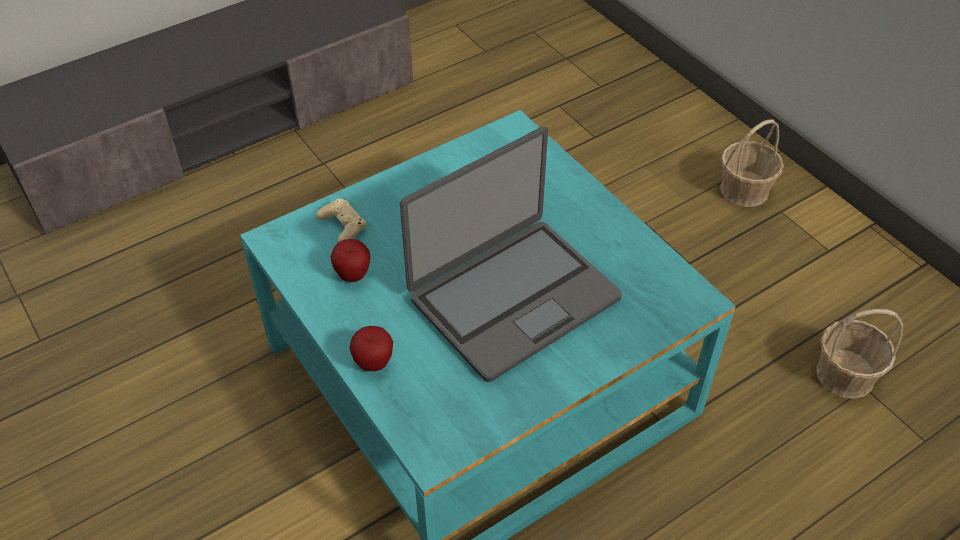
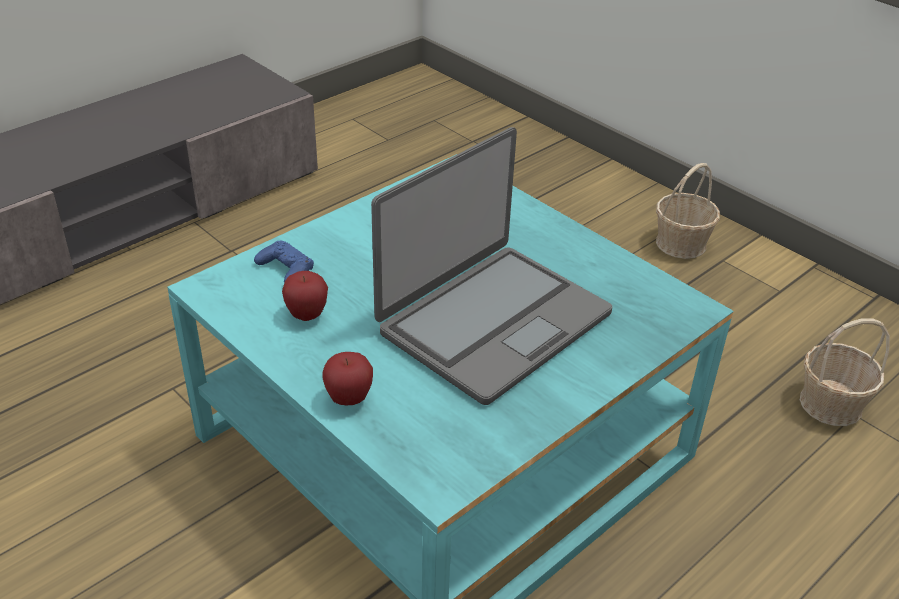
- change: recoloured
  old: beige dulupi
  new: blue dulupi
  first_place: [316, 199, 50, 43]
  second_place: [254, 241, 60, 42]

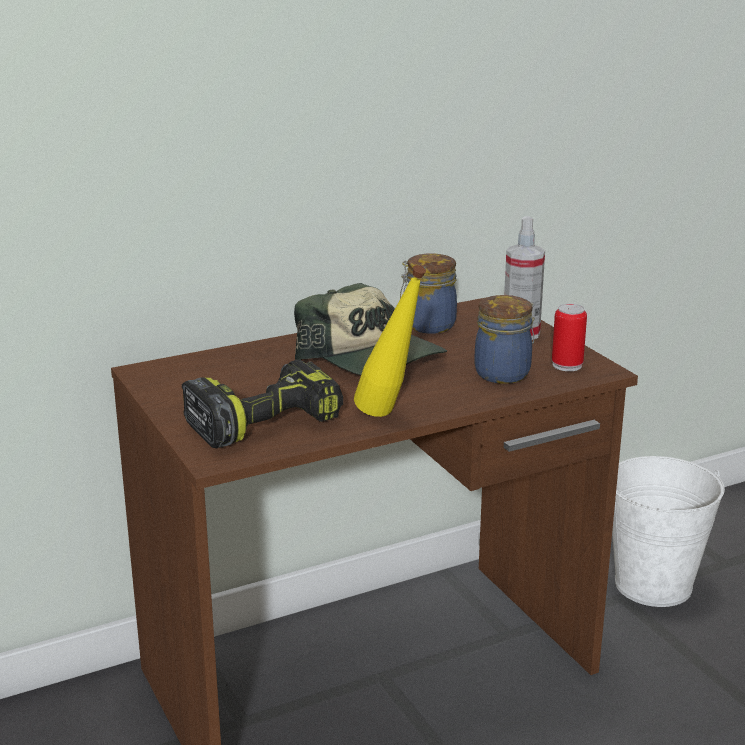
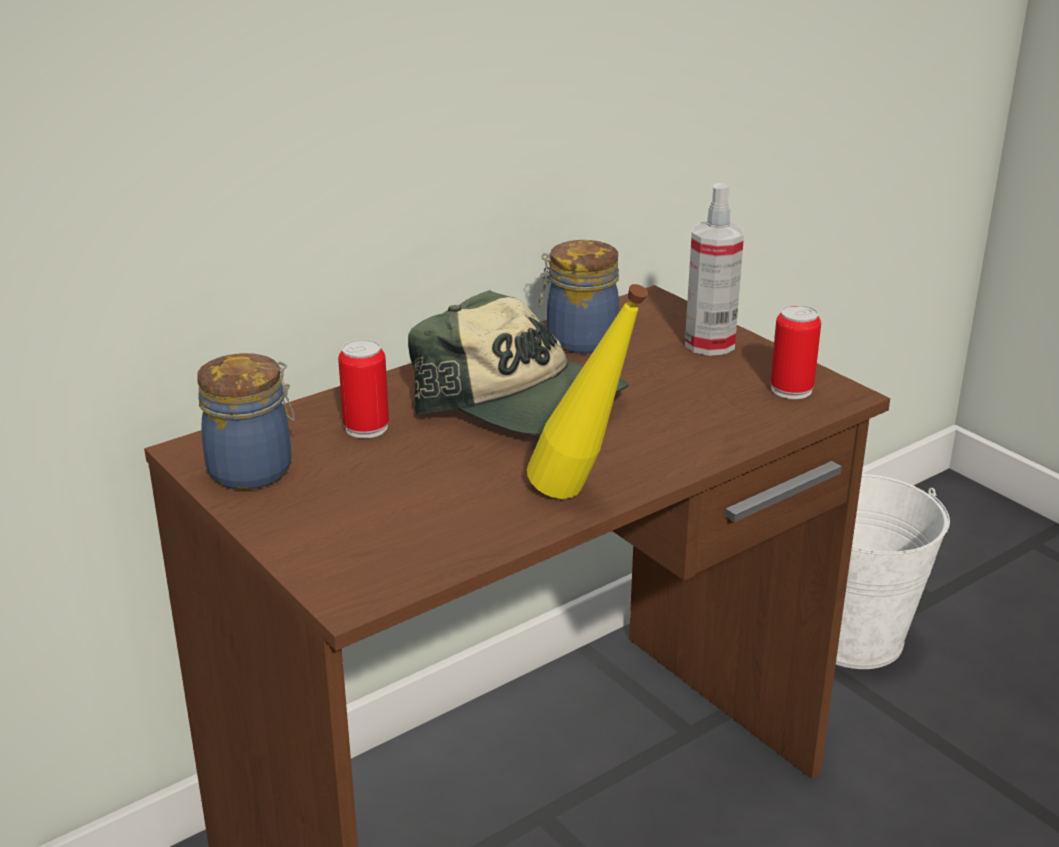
- change: removed
  old: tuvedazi
  first_place: [182, 360, 161, 88]
- change: moved
  old: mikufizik
  first_place: [474, 295, 61, 89]
  second_place: [197, 353, 98, 137]
- change: added
  new: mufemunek
  second_place: [338, 339, 51, 99]

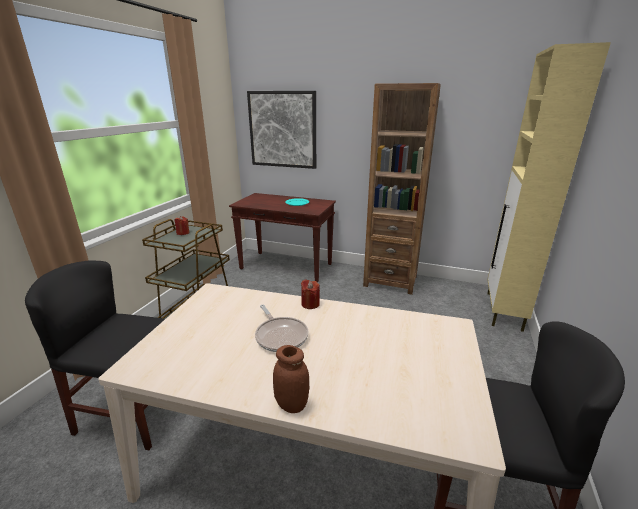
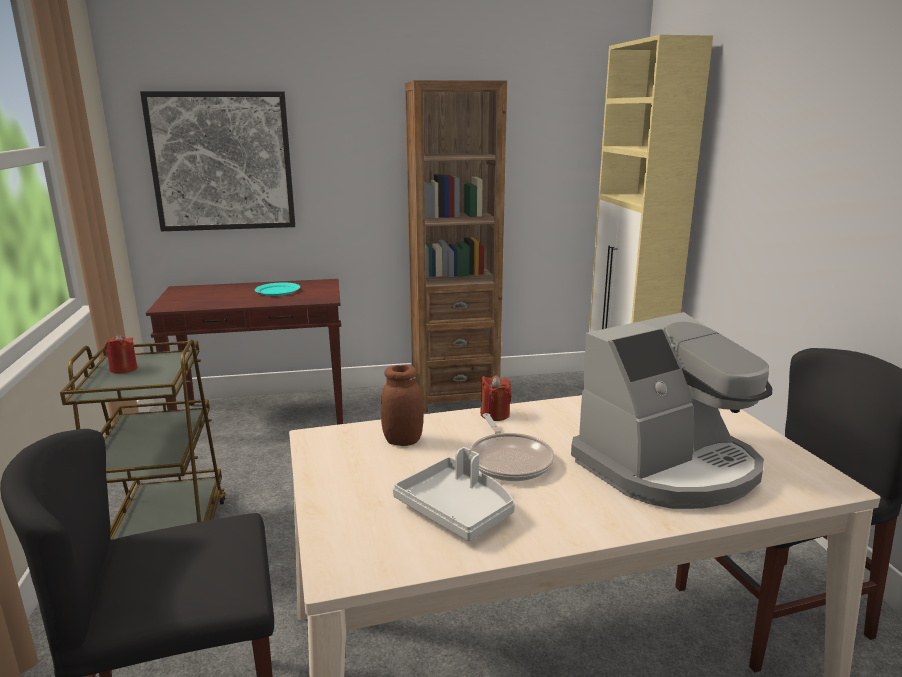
- change: turned
  old: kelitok
  first_place: [255, 305, 53, 47]
  second_place: [470, 413, 85, 68]
  degrees: 45
- change: moved
  old: brown mikufizik
  first_place: [273, 345, 36, 68]
  second_place: [381, 365, 43, 81]
- change: added
  new: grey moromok
  second_place: [393, 447, 122, 94]
- change: added
  new: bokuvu
  second_place: [571, 312, 201, 197]

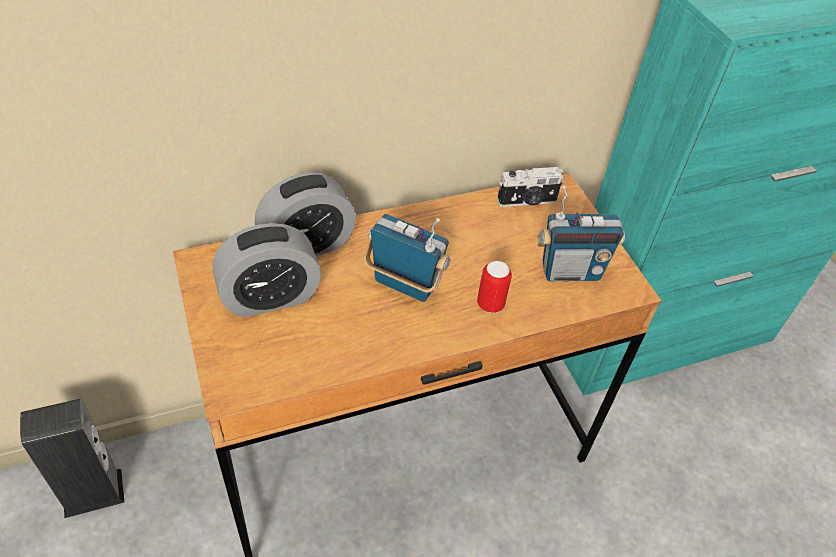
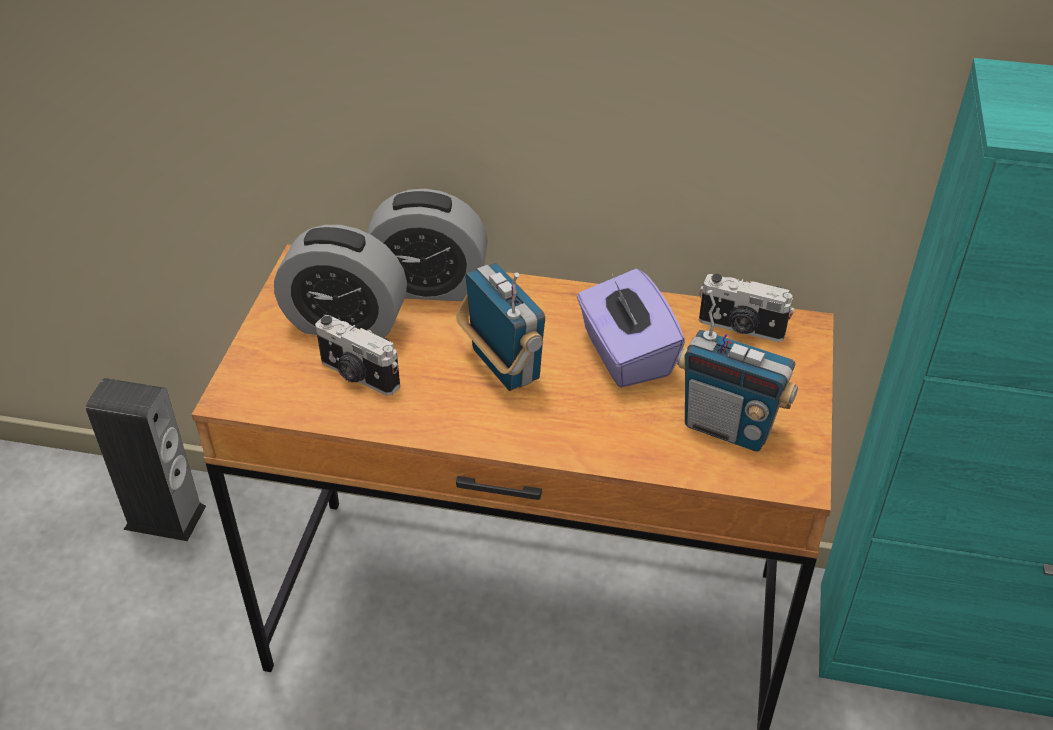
- change: removed
  old: mufemunek
  first_place: [477, 261, 35, 52]
- change: added
  new: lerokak
  second_place: [315, 315, 85, 81]
- change: added
  new: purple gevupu
  second_place: [577, 269, 108, 119]

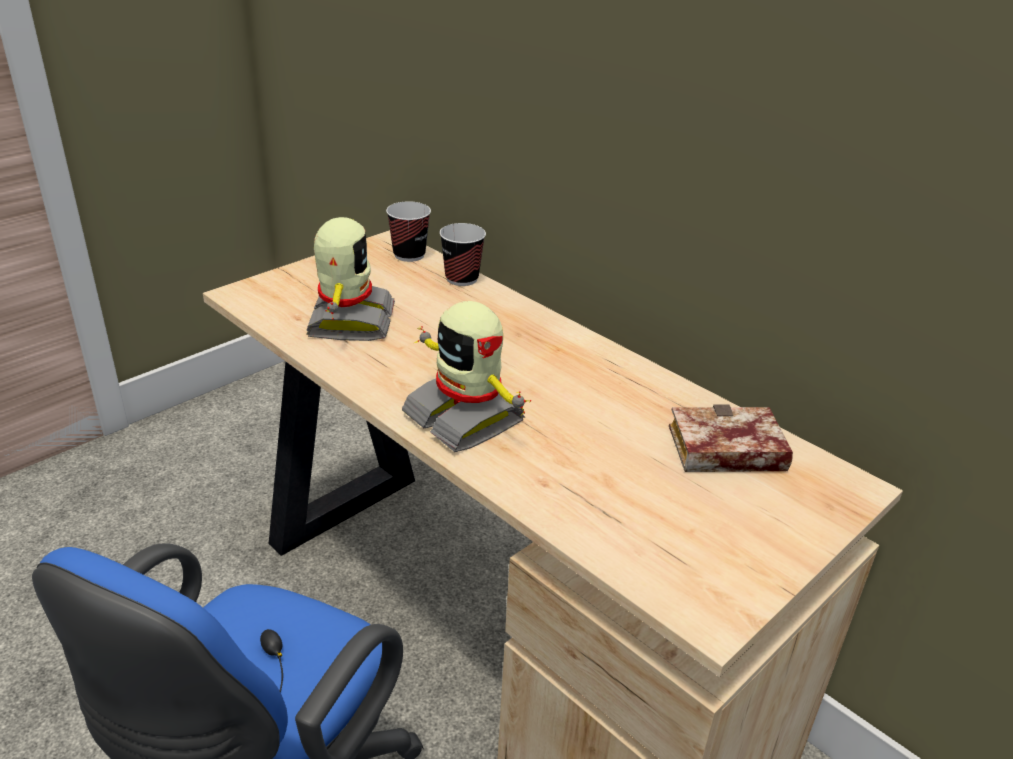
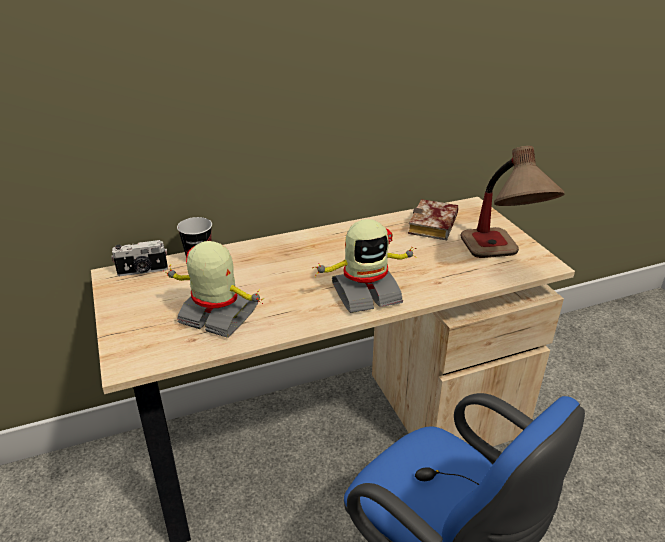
- change: replaced
  old: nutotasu
  new: lerokak
  first_place: [386, 201, 45, 61]
  second_place: [111, 240, 57, 36]
- change: added
  new: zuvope
  second_place: [460, 146, 104, 112]

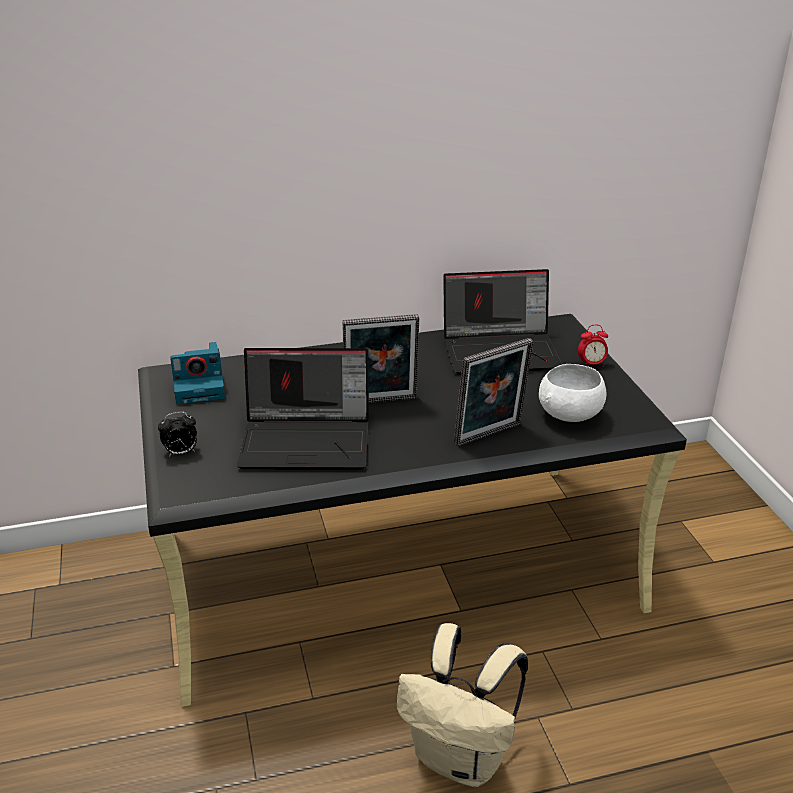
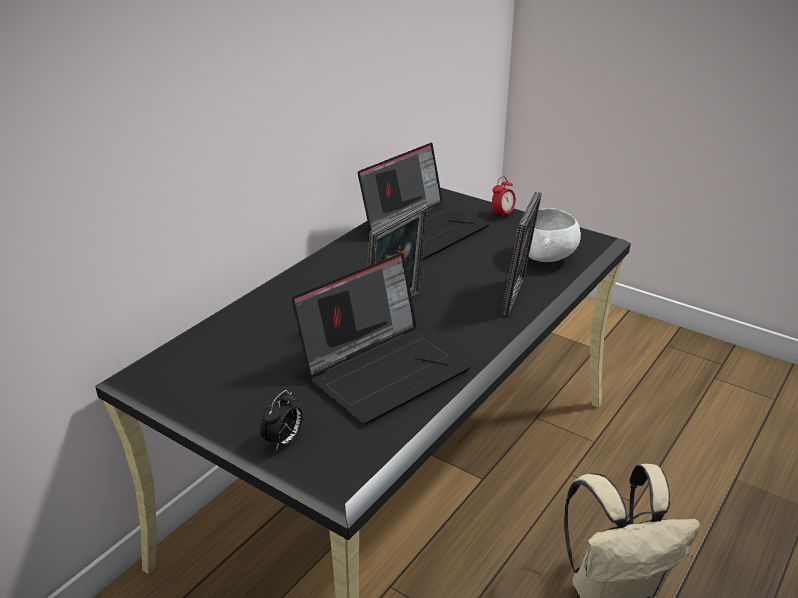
- change: removed
  old: lerokak
  first_place: [170, 342, 55, 62]

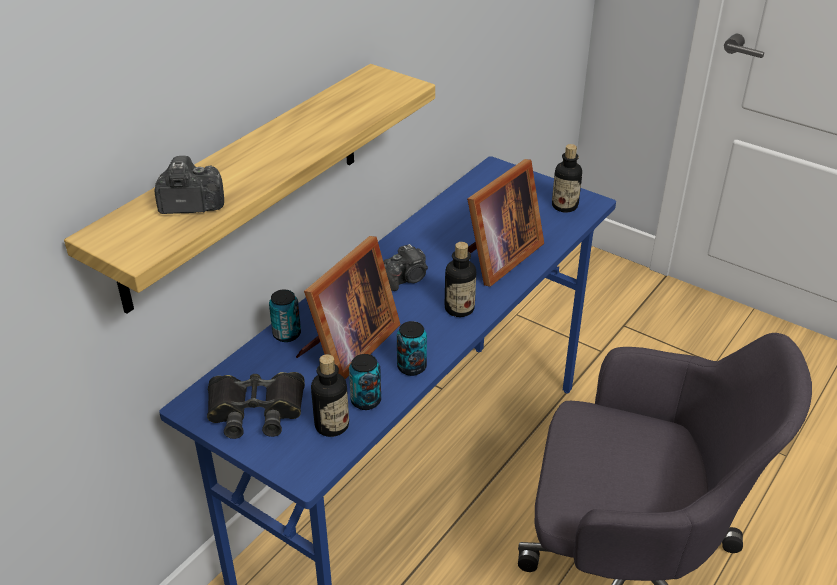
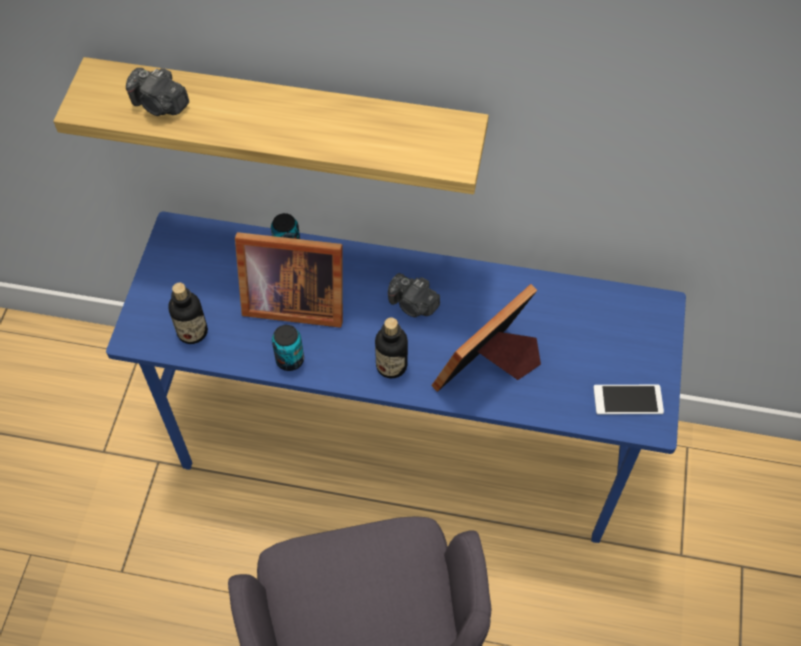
- change: turned
  old: lerokak
  first_place: [154, 156, 70, 58]
  second_place: [126, 68, 63, 48]
  degrees: 150
- change: removed
  old: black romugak
  first_place: [207, 372, 98, 67]
- change: removed
  old: mufemunek
  first_place: [349, 354, 32, 56]
- change: turned
  old: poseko
  first_place: [452, 159, 92, 128]
  second_place: [431, 284, 110, 108]
  degrees: 120
- change: replaced
  old: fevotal
  new: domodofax
  first_place: [552, 144, 30, 68]
  second_place: [593, 385, 71, 30]

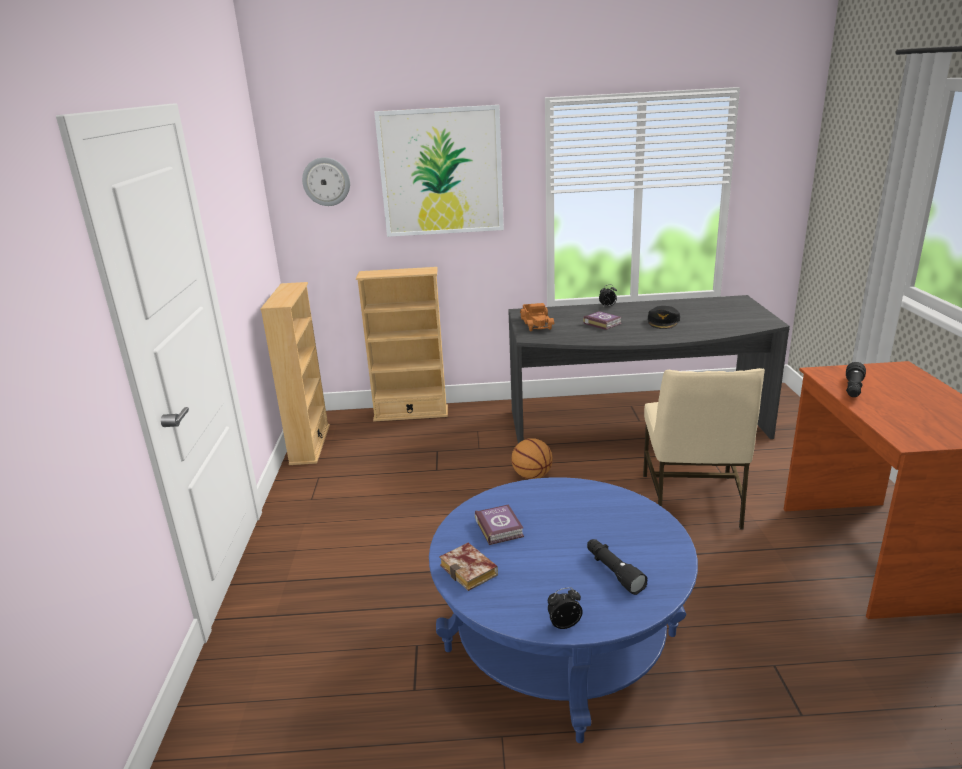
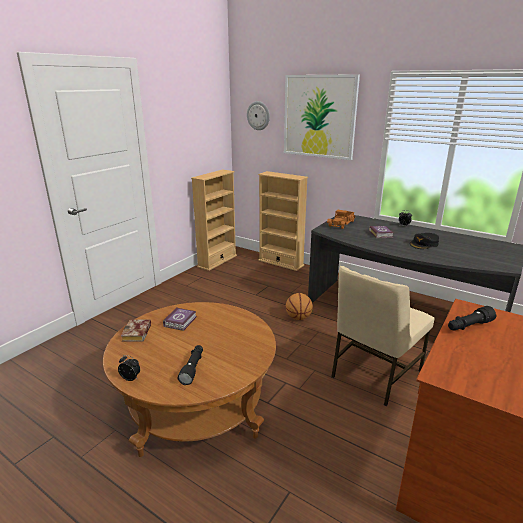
- change: recoloured
  old: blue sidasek
  new: brown sidasek
  first_place: [429, 477, 269, 266]
  second_place: [103, 302, 173, 155]

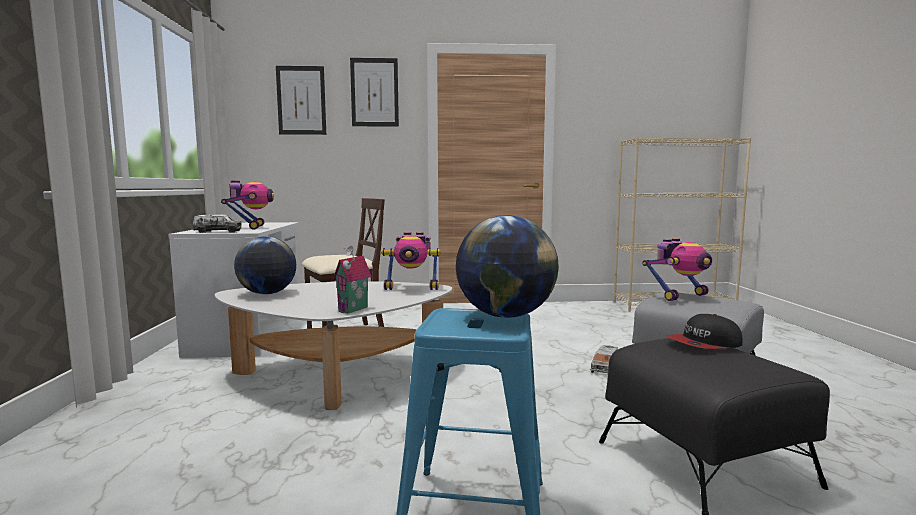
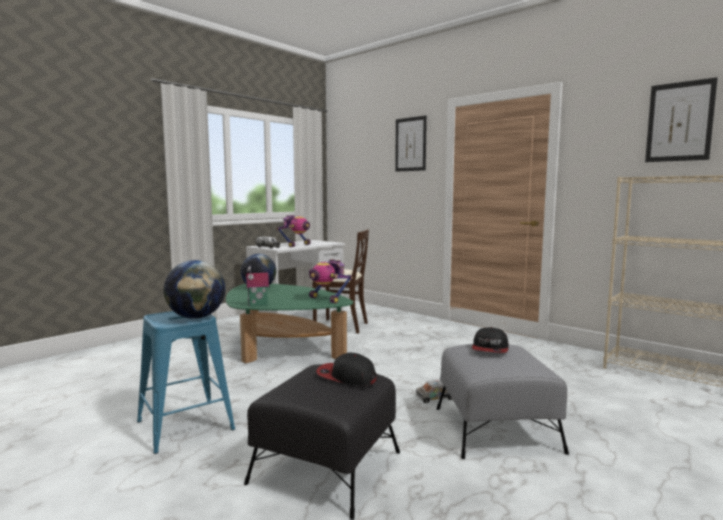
- change: recoloured
  old: white sidasek
  new: green sidasek
  first_place: [215, 281, 237, 129]
  second_place: [226, 284, 127, 79]
- change: moved
  old: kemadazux
  first_place: [276, 66, 50, 69]
  second_place: [645, 77, 73, 85]
- change: replaced
  old: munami
  new: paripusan
  first_place: [642, 238, 70, 63]
  second_place: [472, 327, 36, 26]

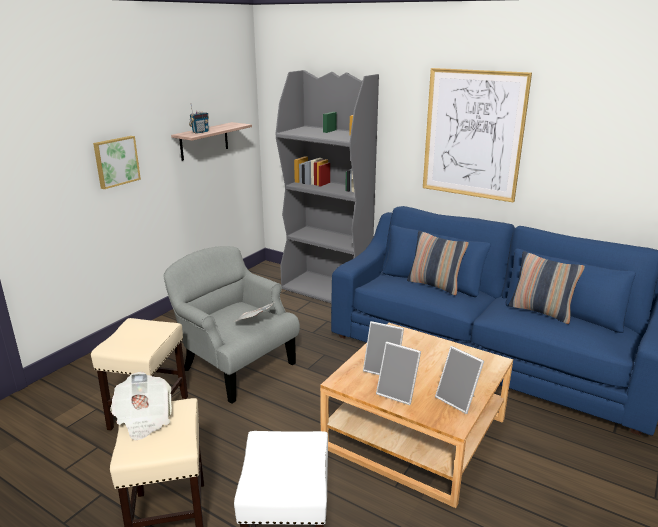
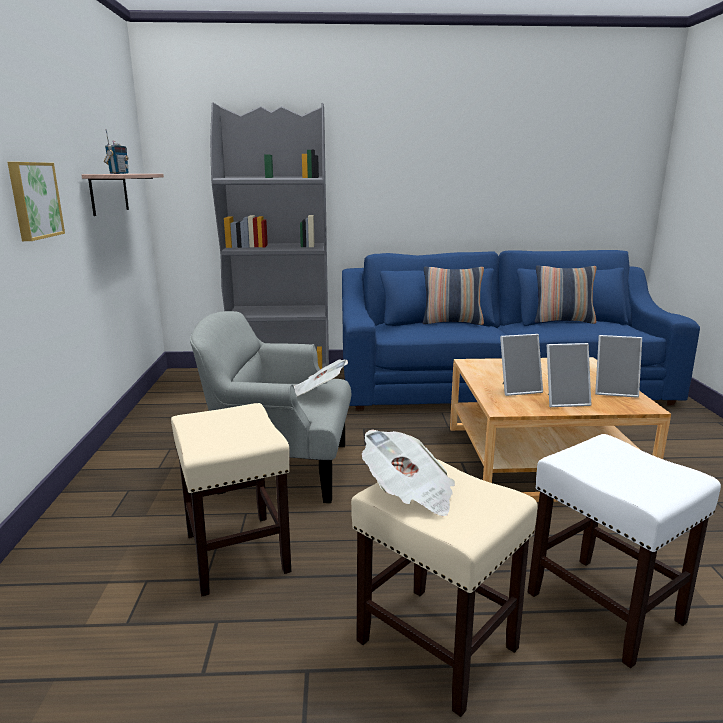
- change: removed
  old: kemadazux
  first_place: [423, 68, 109, 135]

